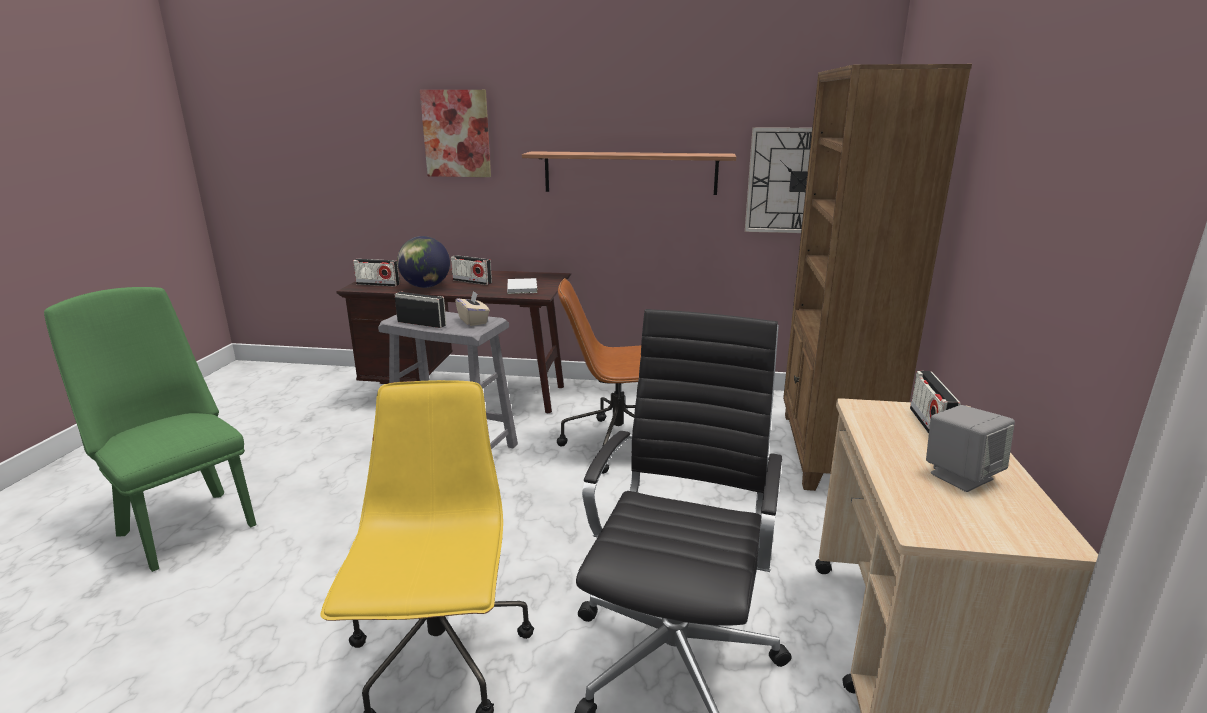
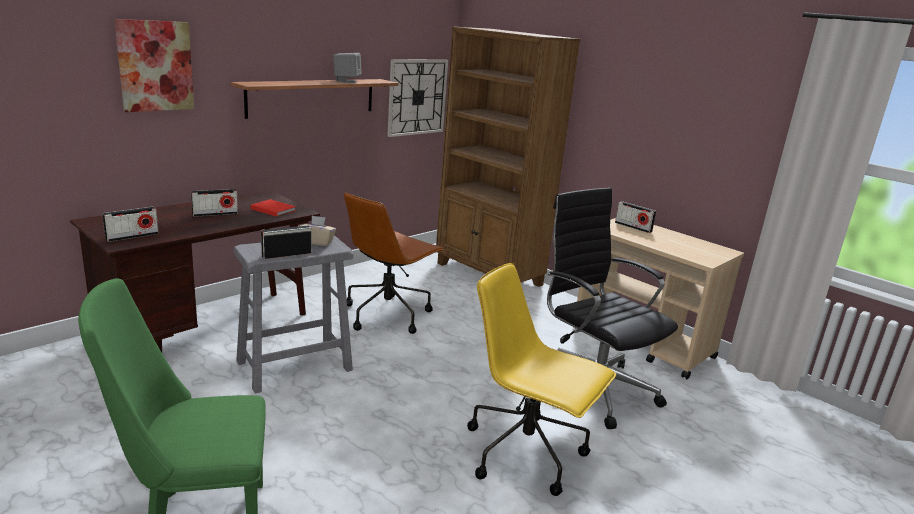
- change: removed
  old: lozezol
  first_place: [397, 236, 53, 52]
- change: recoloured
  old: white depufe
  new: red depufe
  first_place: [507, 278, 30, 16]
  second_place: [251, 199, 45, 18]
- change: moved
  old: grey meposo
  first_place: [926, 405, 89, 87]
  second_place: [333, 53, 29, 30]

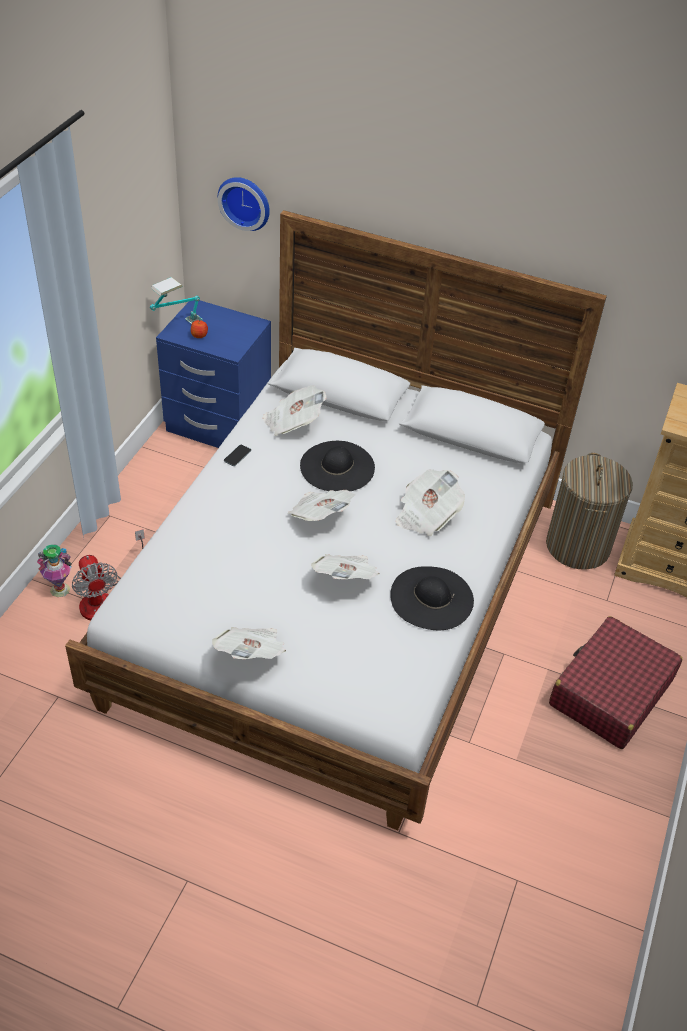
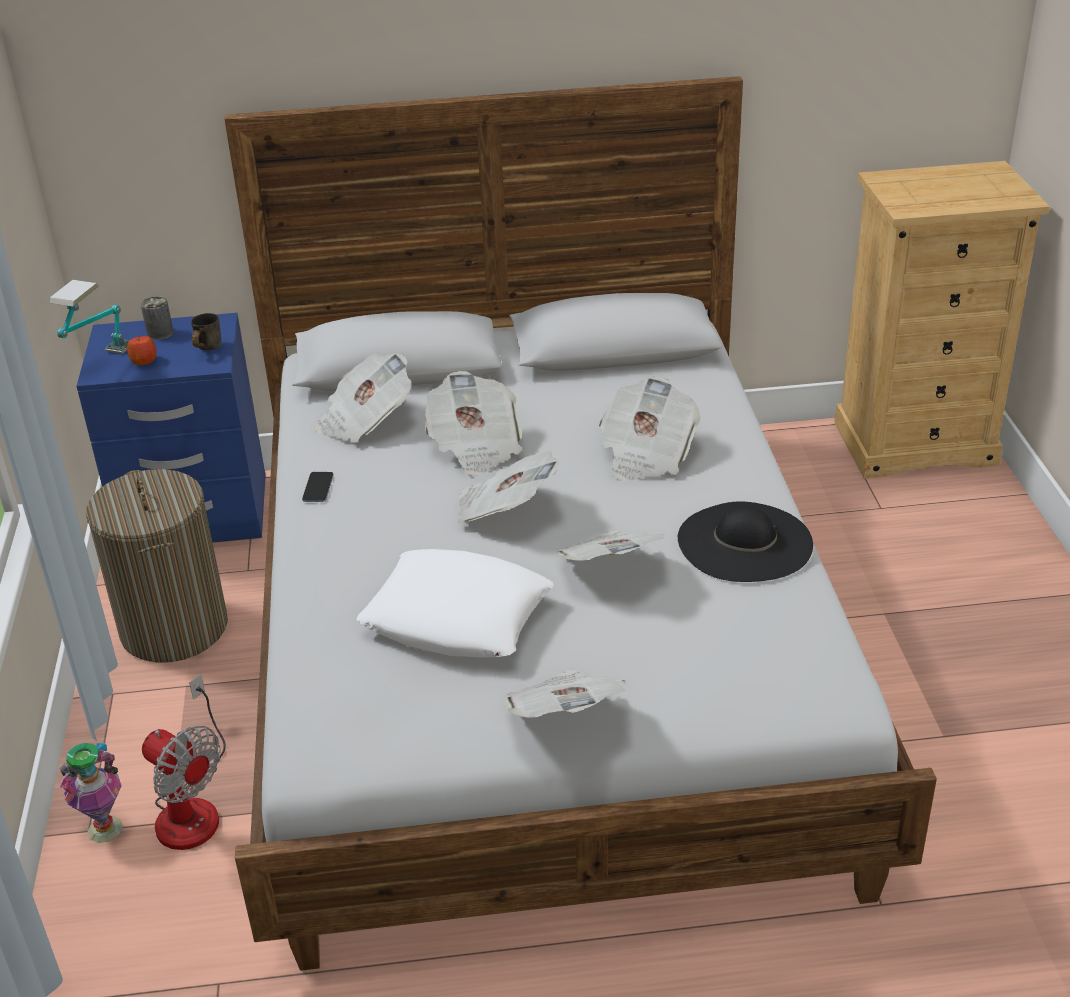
- change: removed
  old: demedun
  first_place: [218, 177, 52, 54]
- change: replaced
  old: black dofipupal
  new: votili
  first_place: [300, 441, 75, 50]
  second_place: [425, 371, 97, 105]
- change: moved
  old: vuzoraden
  first_place: [546, 453, 87, 117]
  second_place: [86, 469, 142, 194]
- change: removed
  old: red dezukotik
  first_place: [549, 616, 133, 133]
- change: added
  new: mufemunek
  second_place: [141, 296, 33, 44]
- change: added
  new: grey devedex
  second_place: [191, 313, 31, 37]
- change: added
  new: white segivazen
  second_place: [356, 549, 198, 109]

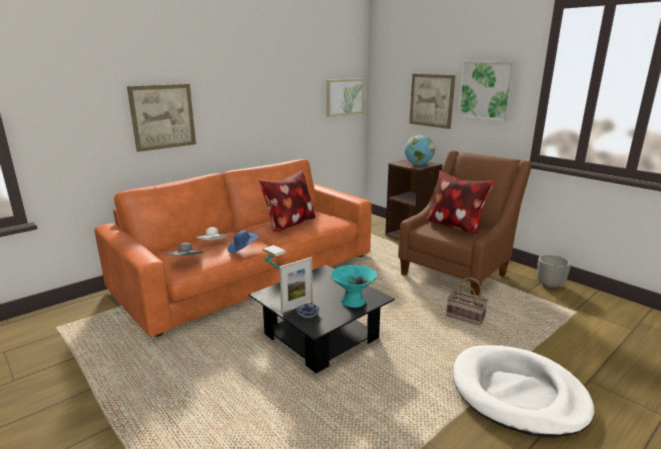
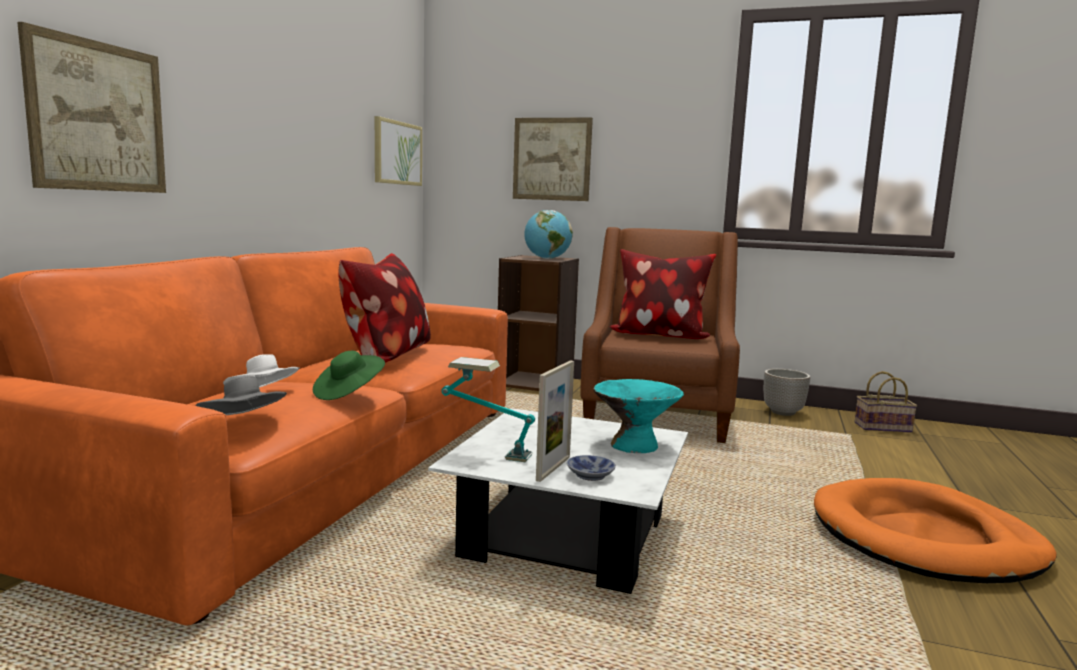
- change: recoloured
  old: blue dofipupal
  new: green dofipupal
  first_place: [228, 230, 31, 23]
  second_place: [313, 351, 72, 49]
- change: recoloured
  old: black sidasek
  new: white sidasek
  first_place: [249, 265, 146, 108]
  second_place: [428, 408, 260, 186]
- change: moved
  old: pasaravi
  first_place: [446, 277, 42, 49]
  second_place: [854, 371, 63, 62]
- change: recoloured
  old: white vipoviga
  new: orange vipoviga
  first_place: [453, 345, 141, 92]
  second_place: [814, 478, 242, 105]
- change: removed
  old: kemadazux
  first_place: [457, 61, 60, 61]

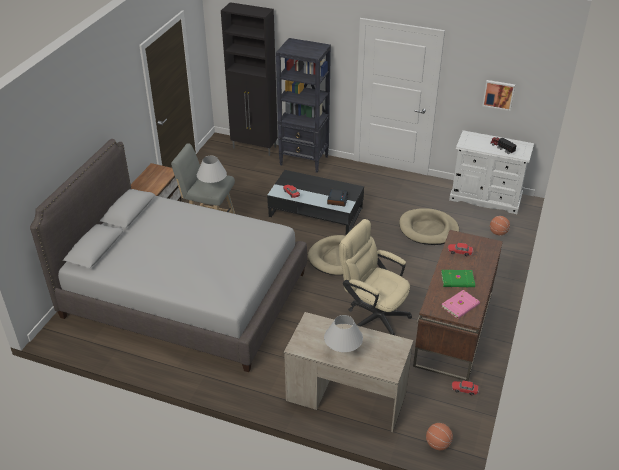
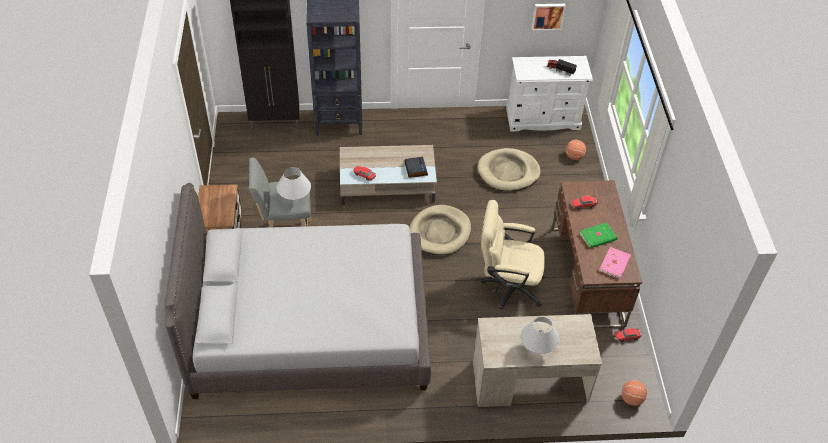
- change: recoloured
  old: black sidasek
  new: beige sidasek
  first_place: [267, 170, 97, 65]
  second_place: [340, 145, 97, 60]

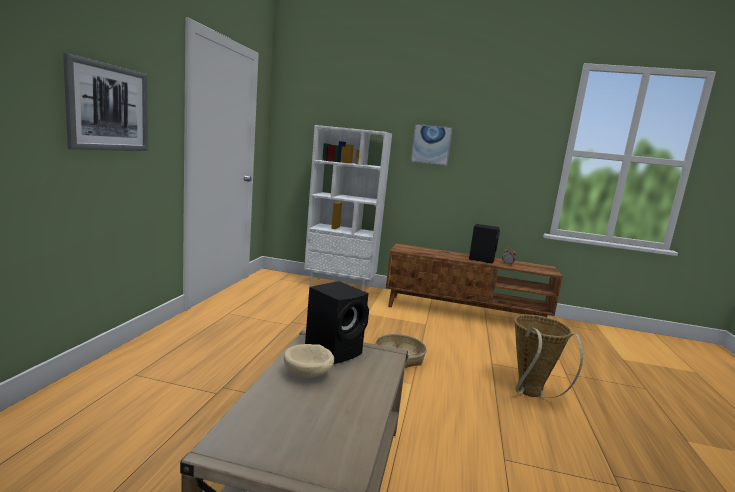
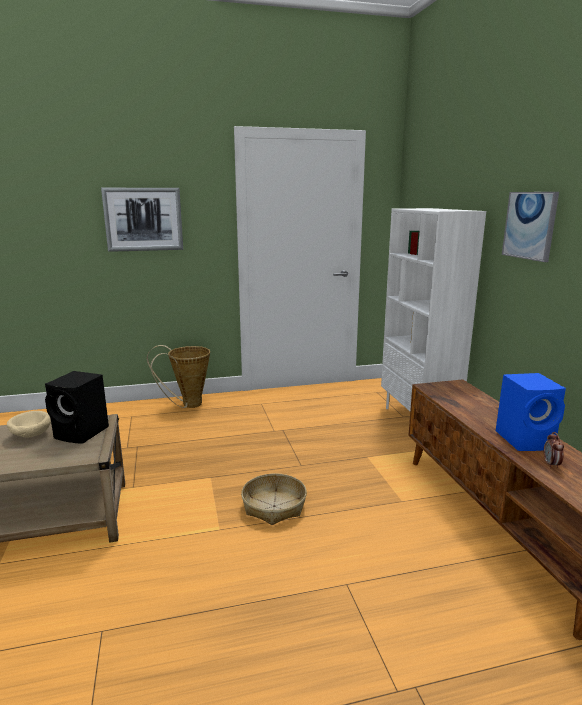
- change: recoloured
  old: black meposo
  new: blue meposo
  first_place: [469, 224, 31, 39]
  second_place: [496, 373, 70, 78]
- change: moved
  old: pasaravi
  first_place: [515, 315, 68, 83]
  second_place: [147, 345, 63, 63]

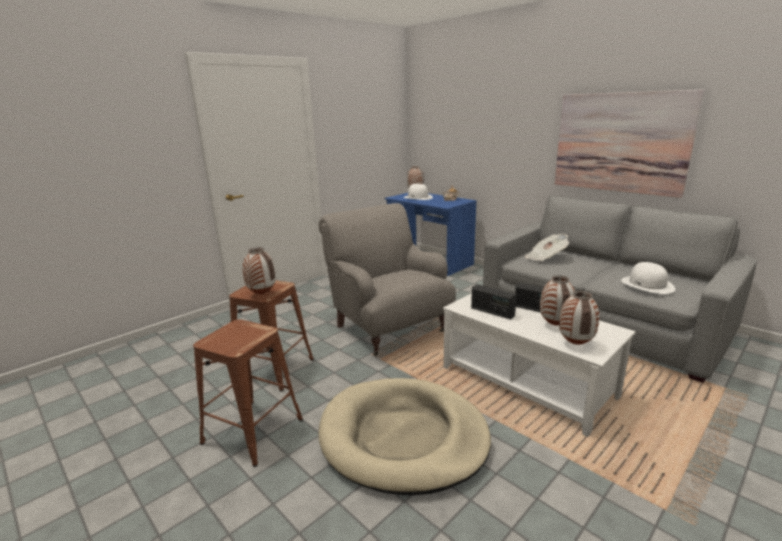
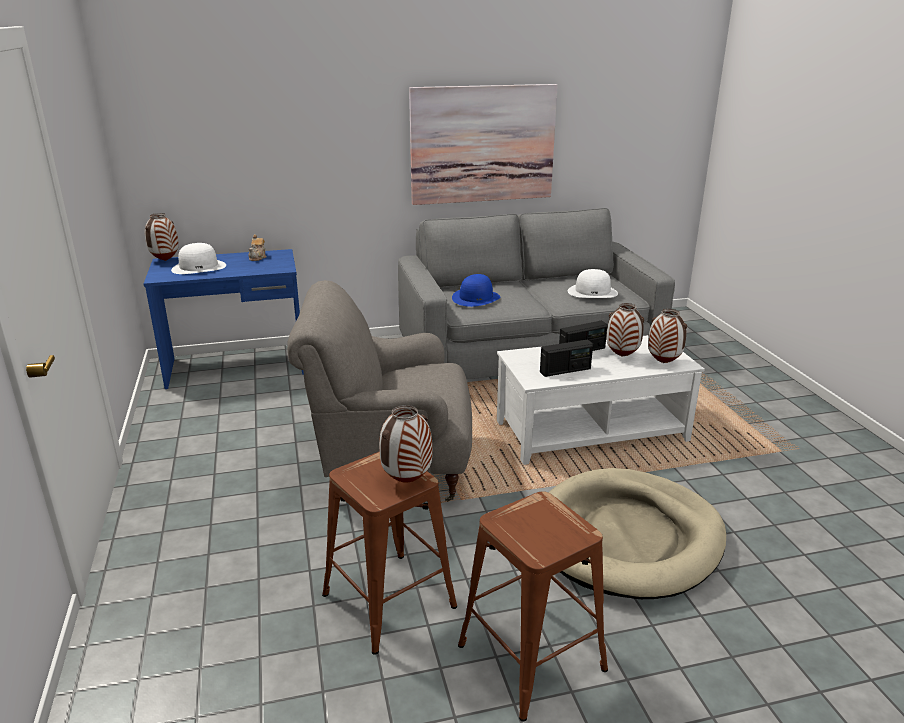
- change: replaced
  old: votili
  new: blue dofipupal
  first_place: [525, 234, 44, 27]
  second_place: [452, 274, 48, 33]

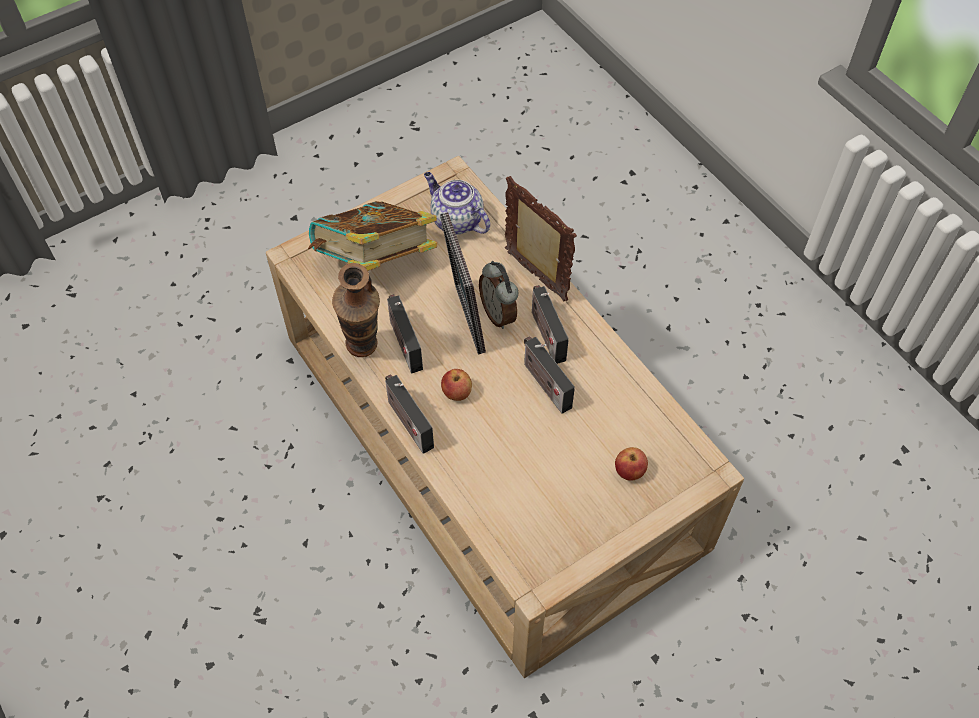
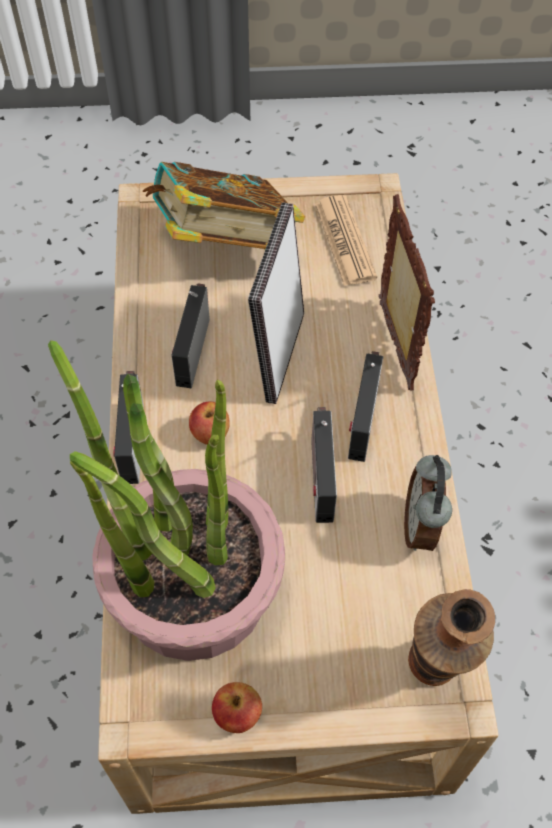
- change: moved
  old: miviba
  first_place: [332, 263, 48, 94]
  second_place: [408, 589, 87, 97]
- change: replaced
  old: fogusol
  new: votili
  first_place: [424, 172, 66, 63]
  second_place: [315, 195, 62, 91]
- change: moved
  old: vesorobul
  first_place: [479, 261, 40, 68]
  second_place: [404, 455, 48, 96]
- change: moved
  old: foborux
  first_place: [615, 447, 33, 34]
  second_place: [212, 682, 50, 51]
- change: added
  new: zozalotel
  second_place: [48, 340, 237, 321]

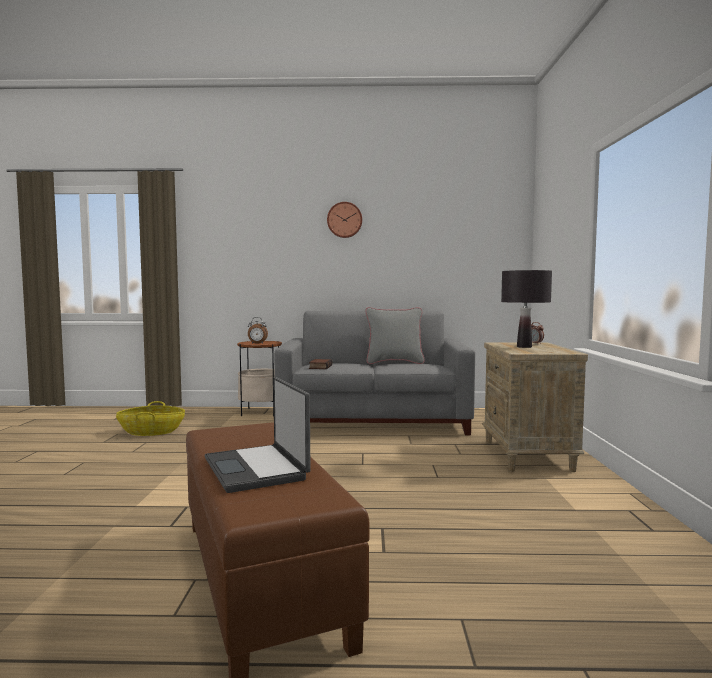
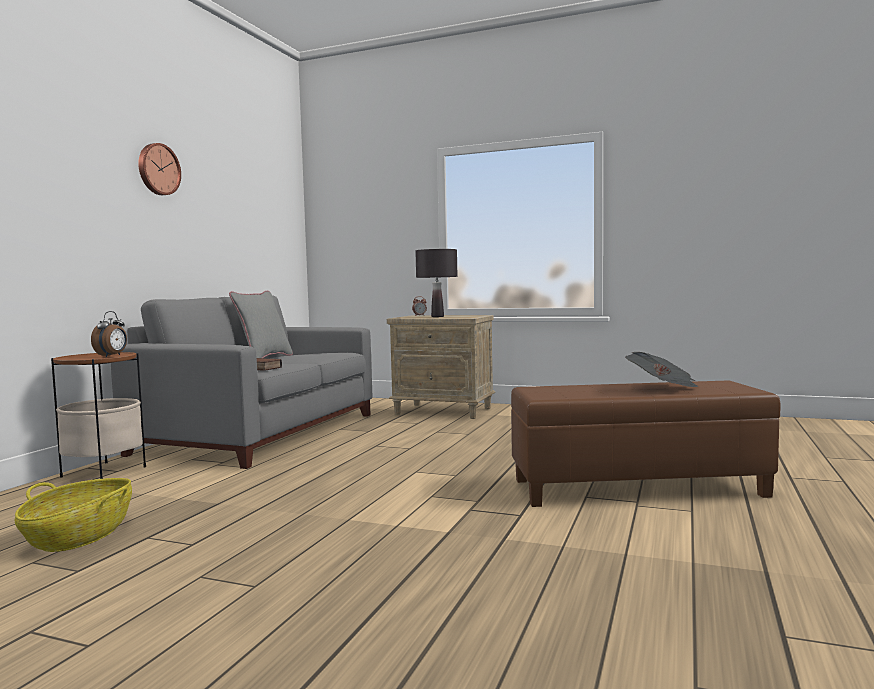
- change: replaced
  old: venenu
  new: votili
  first_place: [205, 377, 105, 116]
  second_place: [625, 352, 73, 35]

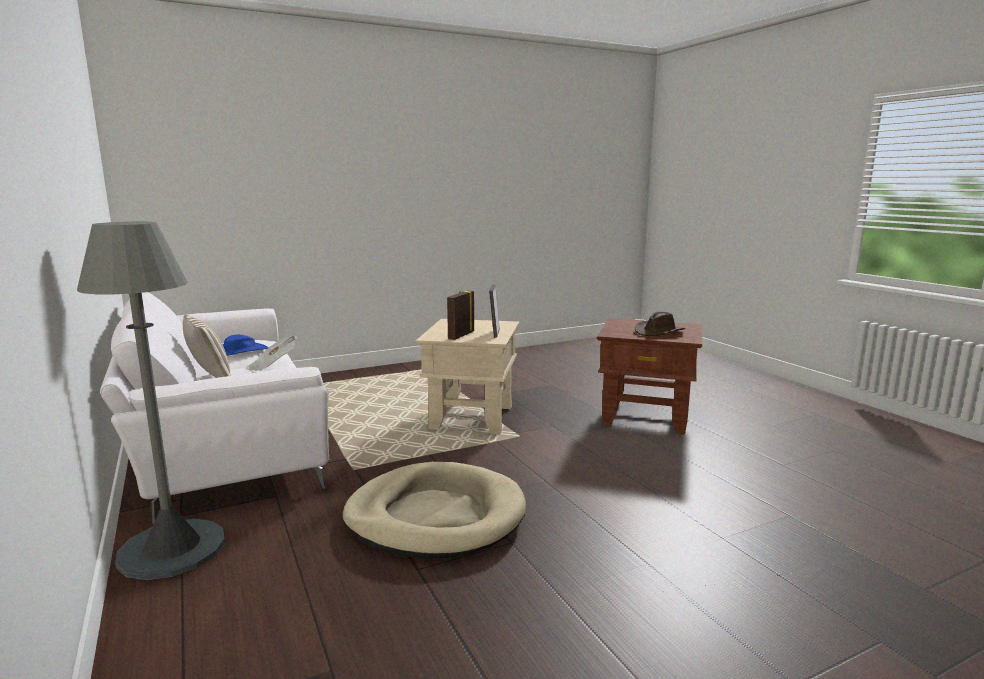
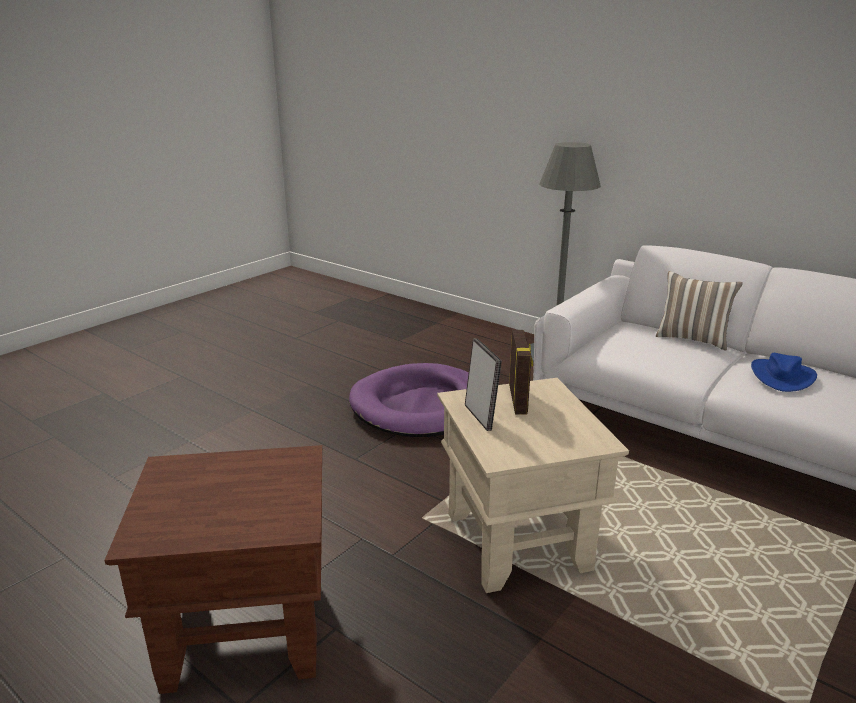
- change: removed
  old: votili
  first_place: [246, 335, 52, 36]
- change: recoloured
  old: beige vipoviga
  new: purple vipoviga
  first_place: [342, 462, 184, 97]
  second_place: [349, 363, 120, 74]
- change: removed
  old: brown dofipupal
  first_place: [635, 312, 51, 24]

